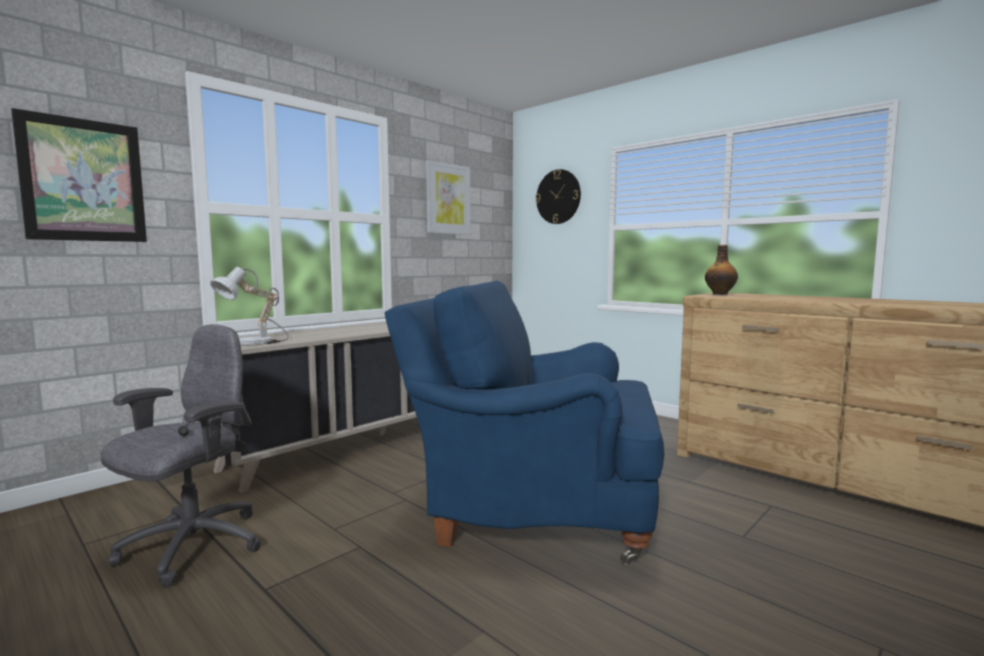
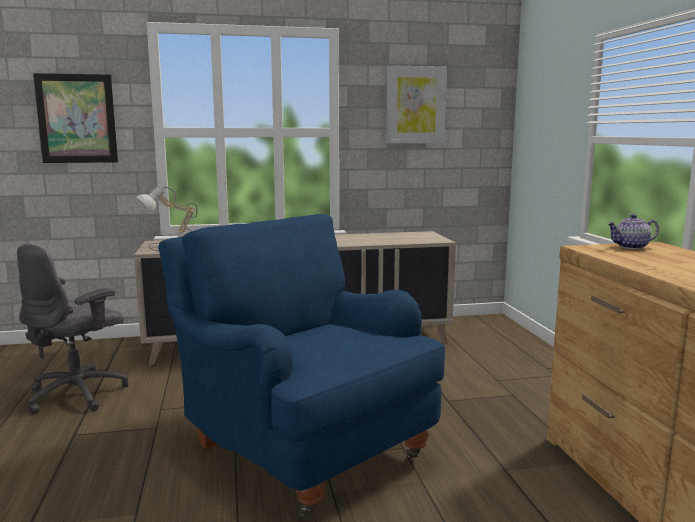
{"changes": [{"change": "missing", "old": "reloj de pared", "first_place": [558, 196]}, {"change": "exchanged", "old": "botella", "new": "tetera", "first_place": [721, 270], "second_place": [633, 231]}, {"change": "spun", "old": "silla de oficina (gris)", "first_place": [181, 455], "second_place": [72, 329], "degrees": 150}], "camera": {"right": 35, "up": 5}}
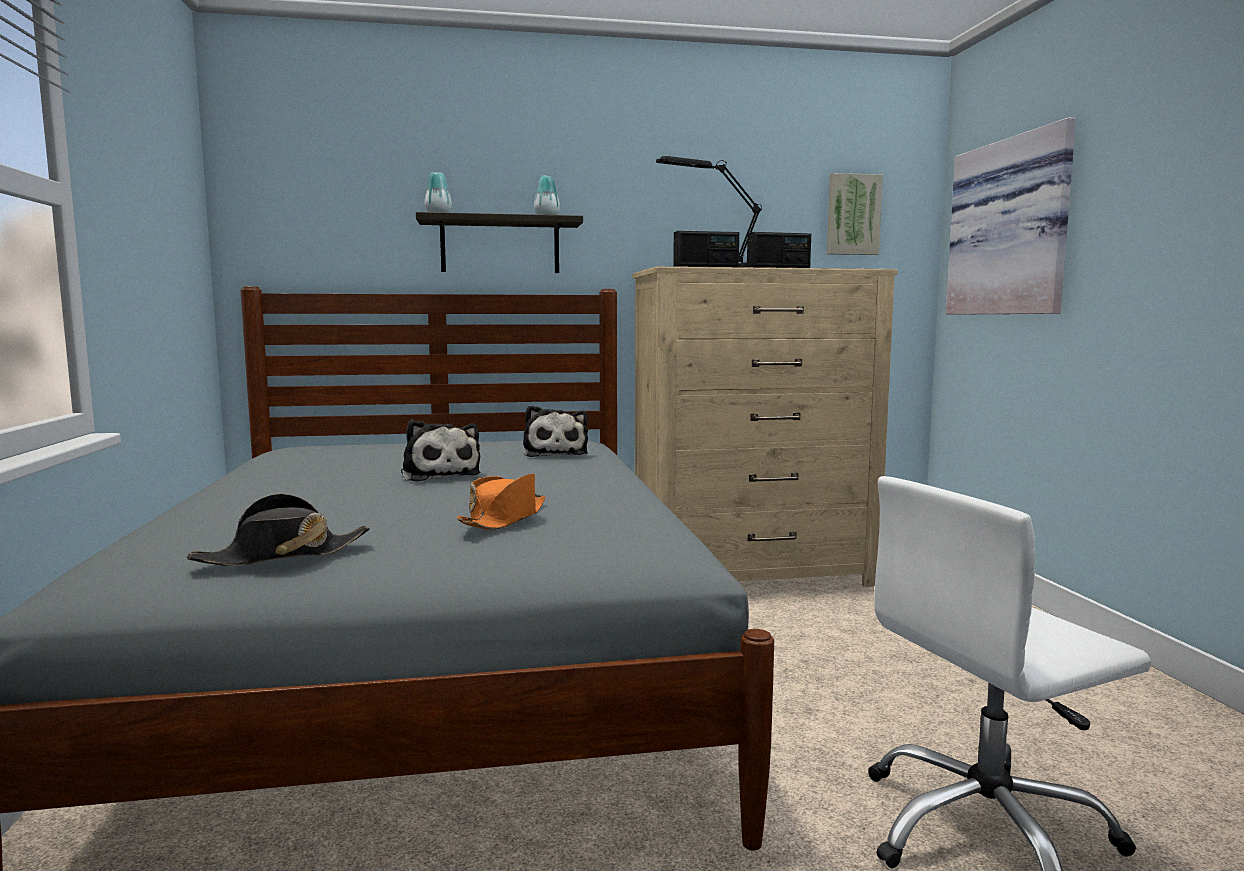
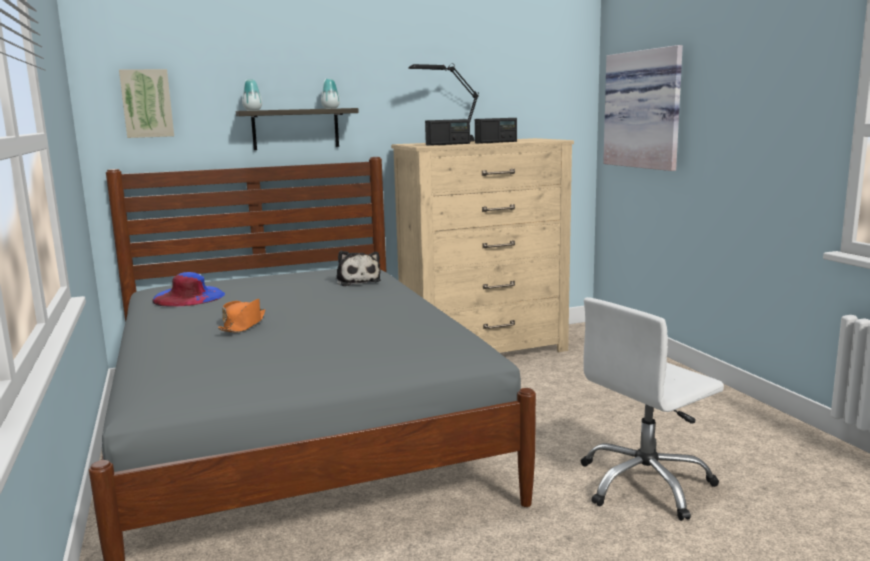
{"changes": [{"change": "missing", "old": "sombrero (negro)", "first_place": [278, 530]}, {"change": "missing", "old": "peluche", "first_place": [441, 451]}, {"change": "appeared", "new": "sombrero (azul)", "second_place": [188, 289]}, {"change": "relocated", "old": "sombrero (naranja)", "first_place": [501, 502], "second_place": [241, 316]}, {"change": "relocated", "old": "cuadro", "first_place": [855, 214], "second_place": [146, 103]}], "camera": {"right": -10, "up": 5}}
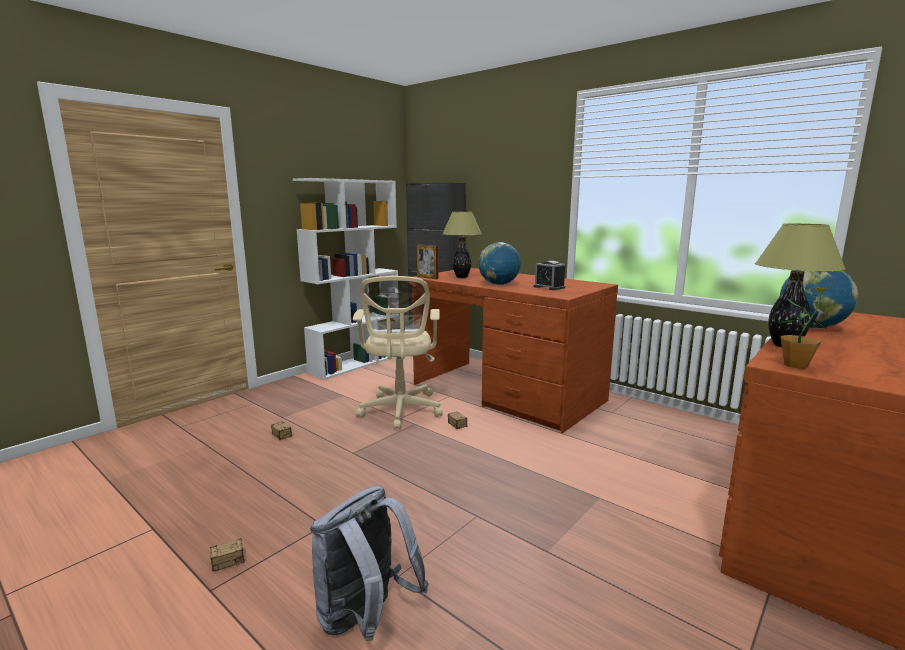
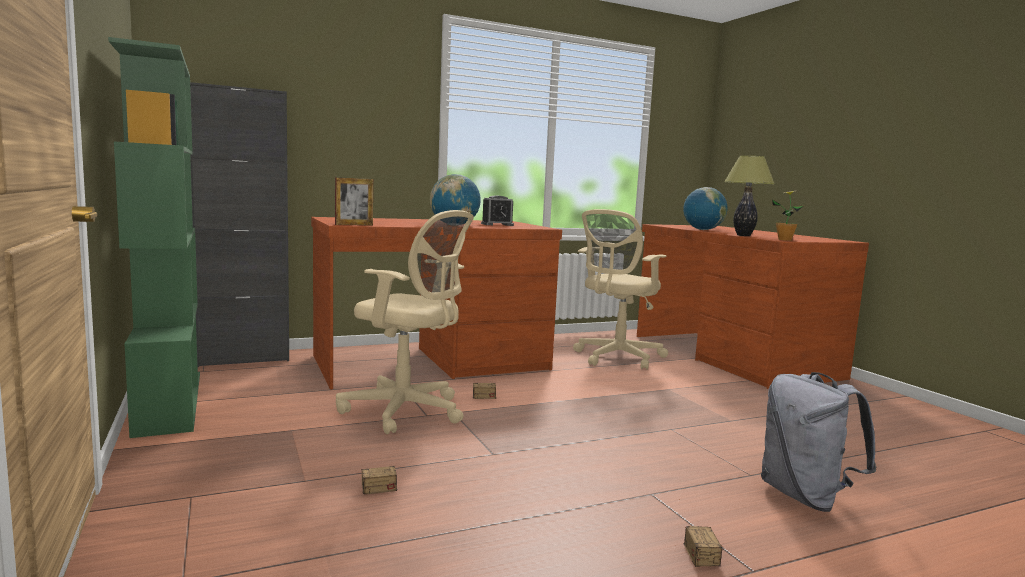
{"changes": [{"change": "missing", "old": "lámpara de mesa", "first_place": [462, 244]}, {"change": "appeared", "new": "silla de oficina (beis)", "second_place": [620, 289]}, {"change": "colour", "old": "estantería (blanco)", "new": "estantería (verde)", "first_place": [345, 279], "second_place": [154, 237]}], "camera": {"right": -65, "up": -5}}
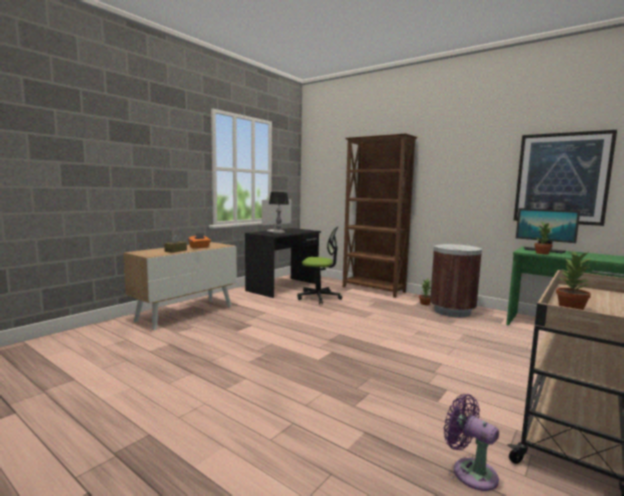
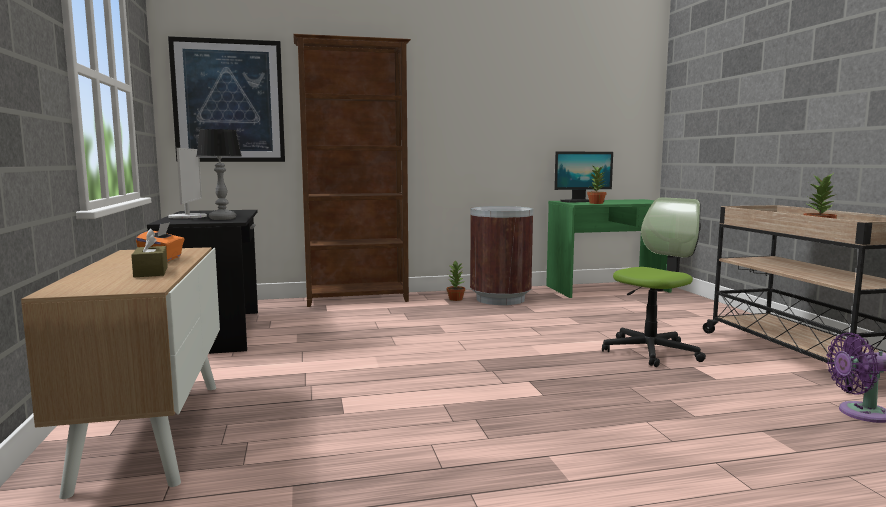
{"changes": [{"change": "relocated", "old": "silla de oficina", "first_place": [320, 265], "second_place": [654, 282]}, {"change": "relocated", "old": "cuadro", "first_place": [565, 178], "second_place": [226, 99]}], "camera": {"right": -50, "up": 0}}
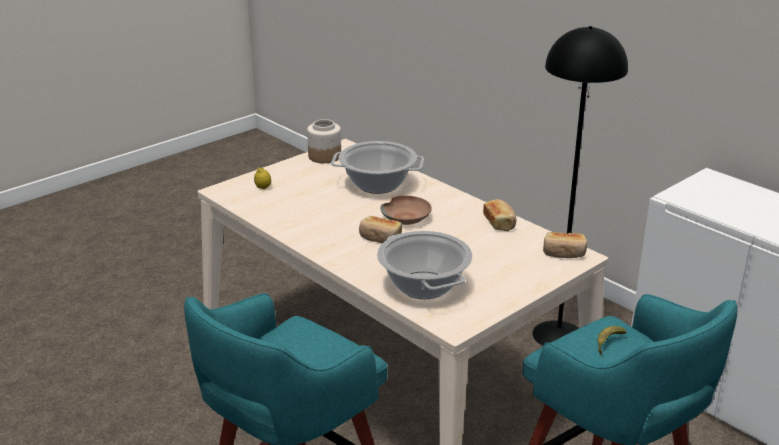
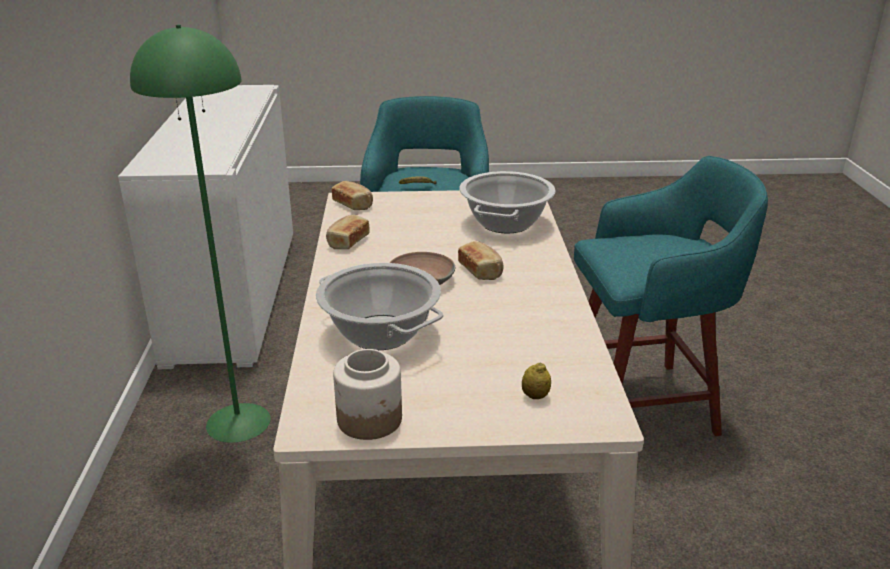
{"changes": [{"change": "colour", "old": "lámpara de pie (negro)", "new": "lámpara de pie (verde)", "first_place": [580, 186], "second_place": [200, 233]}], "camera": {"right": -140, "up": 0}}
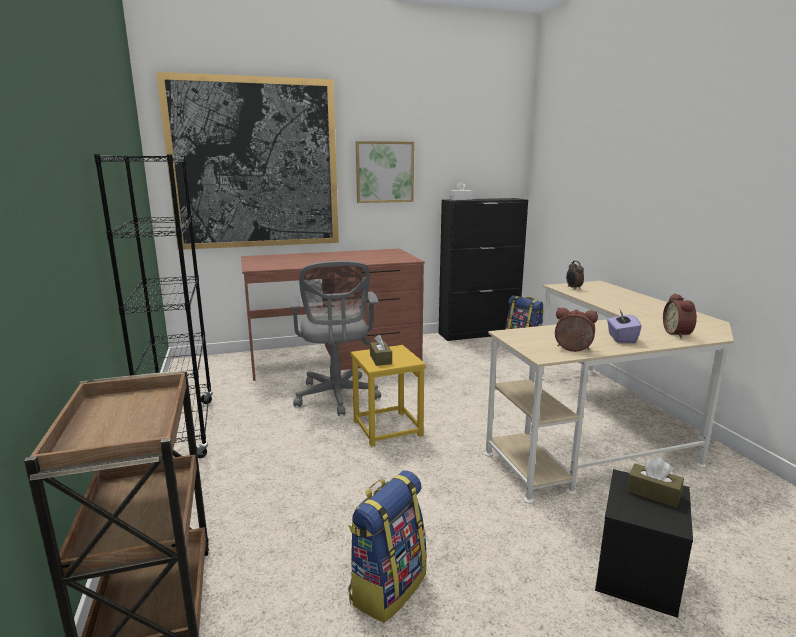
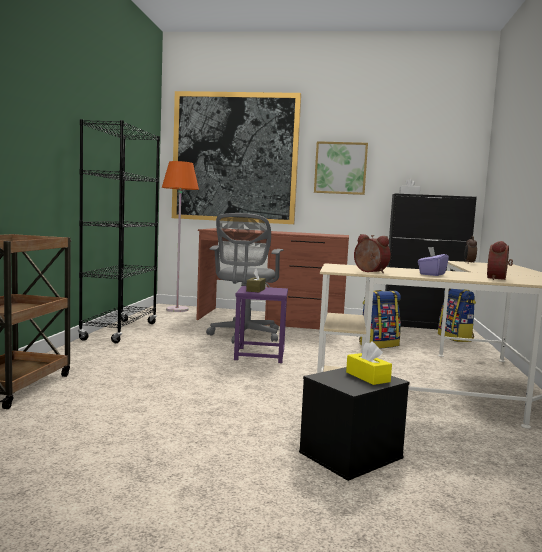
{"changes": [{"change": "appeared", "new": "lámpara de pie (naranja)", "second_place": [180, 236]}, {"change": "relocated", "old": "mochila", "first_place": [387, 546], "second_place": [380, 319]}, {"change": "colour", "old": "taburete (amarillo)", "new": "taburete (morado)", "first_place": [388, 396], "second_place": [261, 324]}, {"change": "colour", "old": "caja de pañuelos (marrón)", "new": "caja de pañuelos (amarillo)", "first_place": [655, 483], "second_place": [369, 363]}], "camera": {"right": 25, "up": -10}}
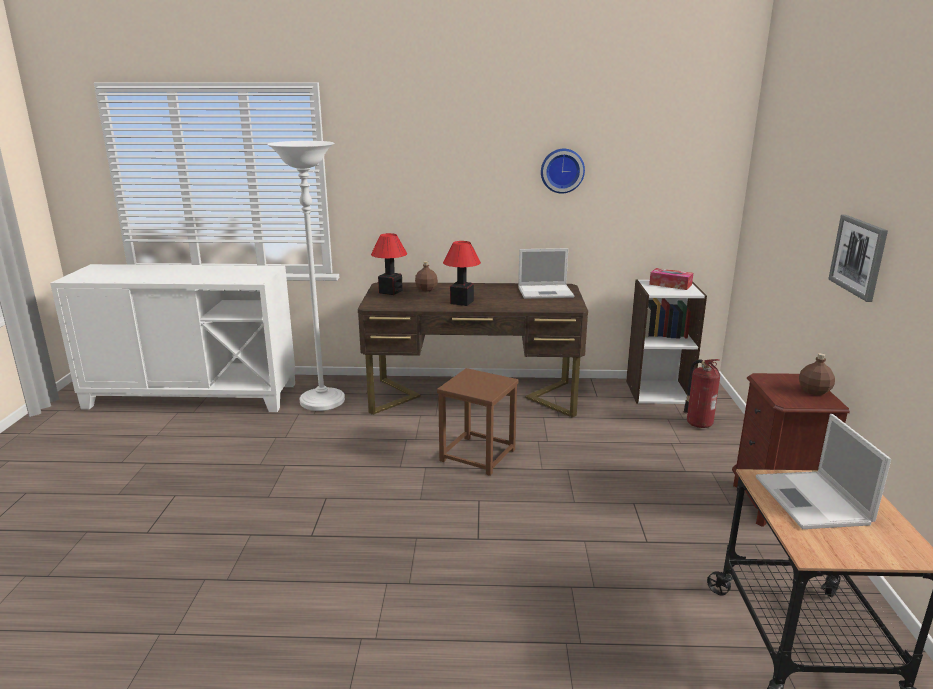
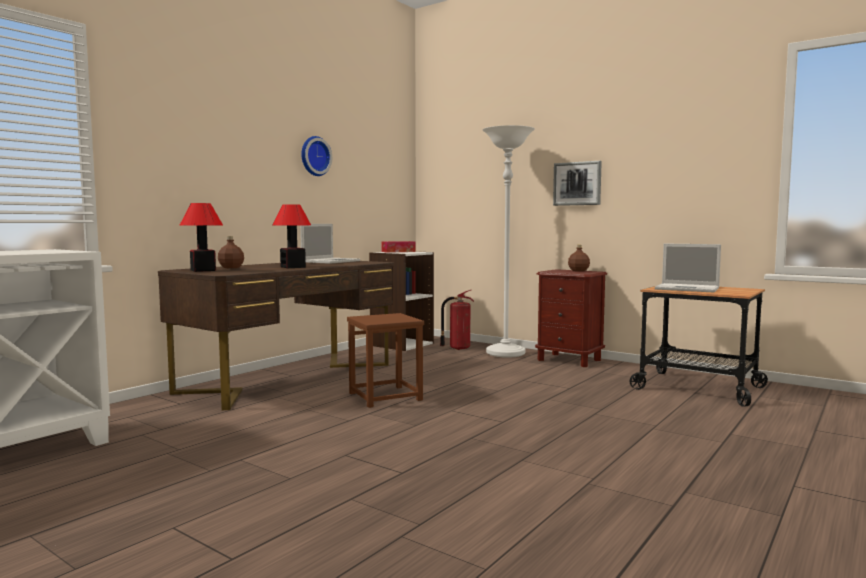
{"changes": [{"change": "relocated", "old": "lámpara de pie (blanco)", "first_place": [306, 276], "second_place": [509, 241]}], "camera": {"right": -55, "up": -15}}
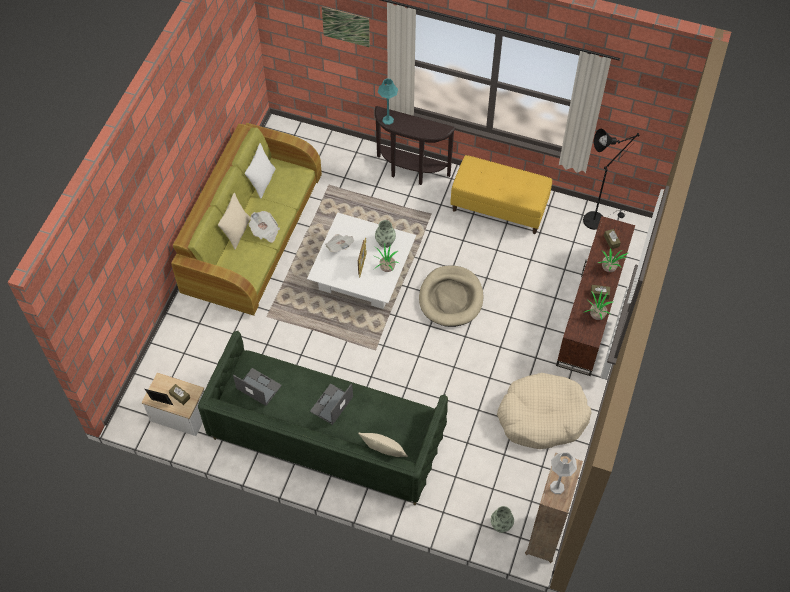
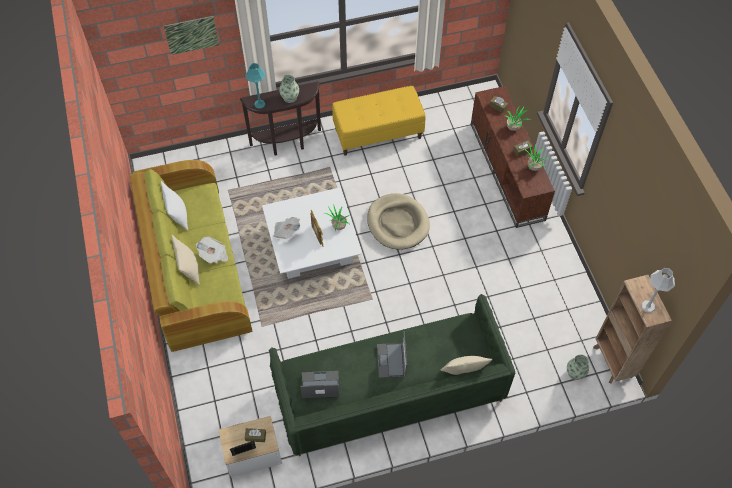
{"changes": [{"change": "missing", "old": "cama para perro (beis)", "first_place": [544, 411]}, {"change": "missing", "old": "lámpara de pie (negro)", "first_place": [611, 179]}, {"change": "relocated", "old": "florero", "first_place": [385, 234], "second_place": [289, 89]}], "camera": {"right": -35, "up": 0}}
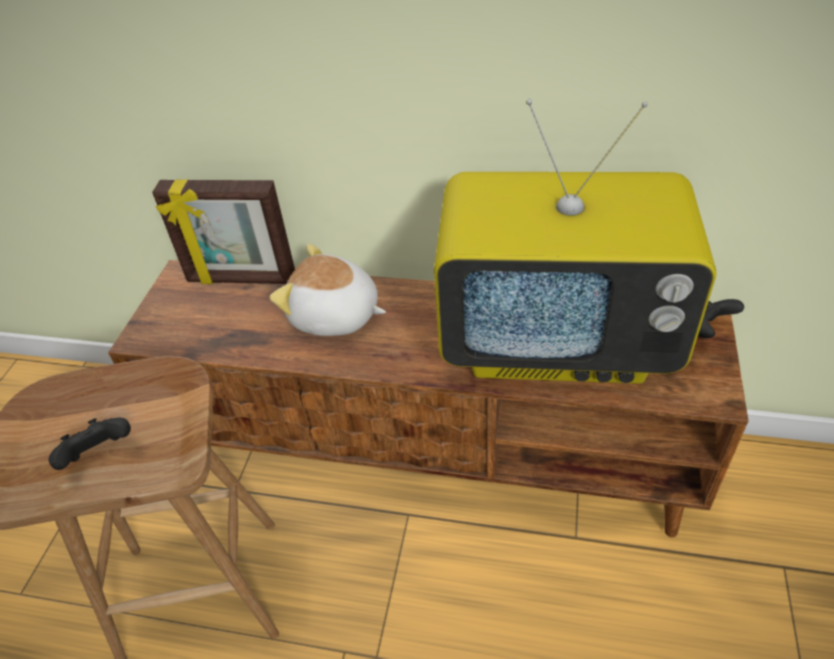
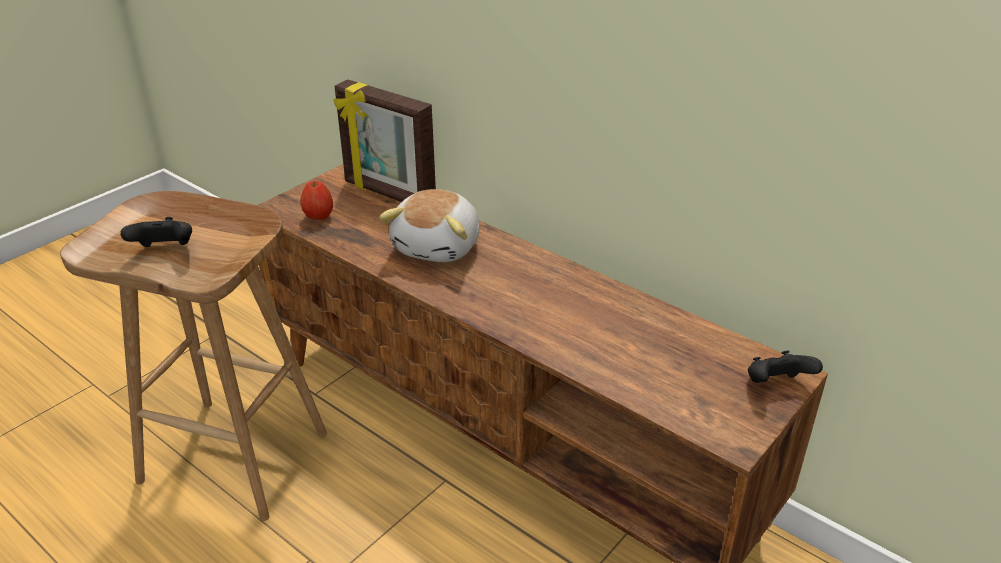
{"changes": [{"change": "missing", "old": "televisor", "first_place": [575, 241]}, {"change": "appeared", "new": "manzana", "second_place": [316, 200]}, {"change": "spun", "old": "peluche", "first_place": [328, 290], "second_place": [429, 225], "degrees": -120}], "camera": {"right": 25, "up": -10}}
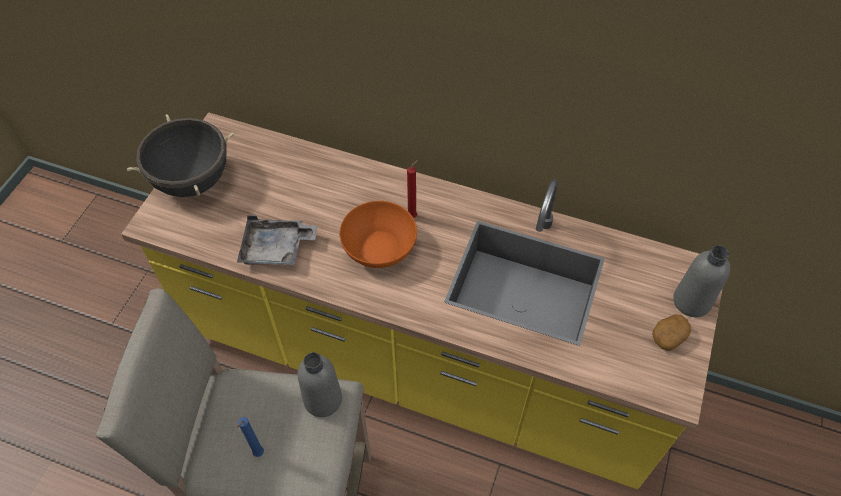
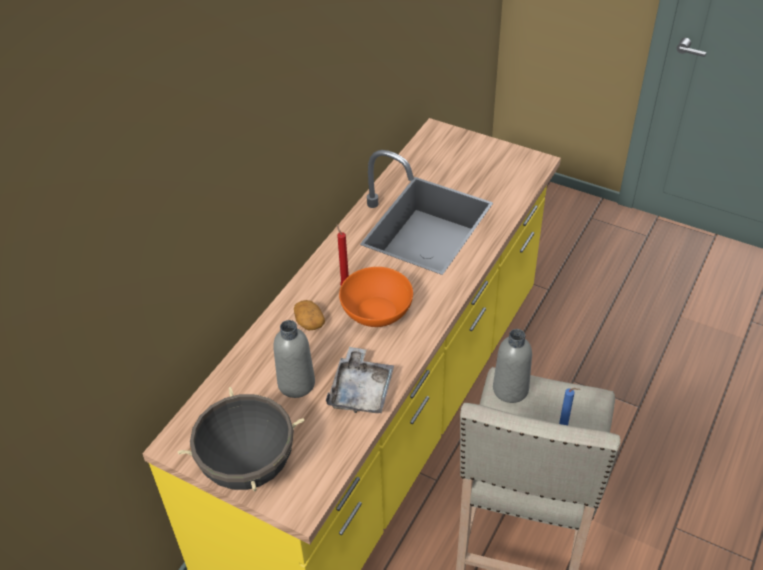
{"changes": [{"change": "relocated", "old": "patata", "first_place": [671, 332], "second_place": [309, 315]}, {"change": "relocated", "old": "botella (gris)", "first_place": [701, 281], "second_place": [294, 359]}], "camera": {"right": -80, "up": -10}}
